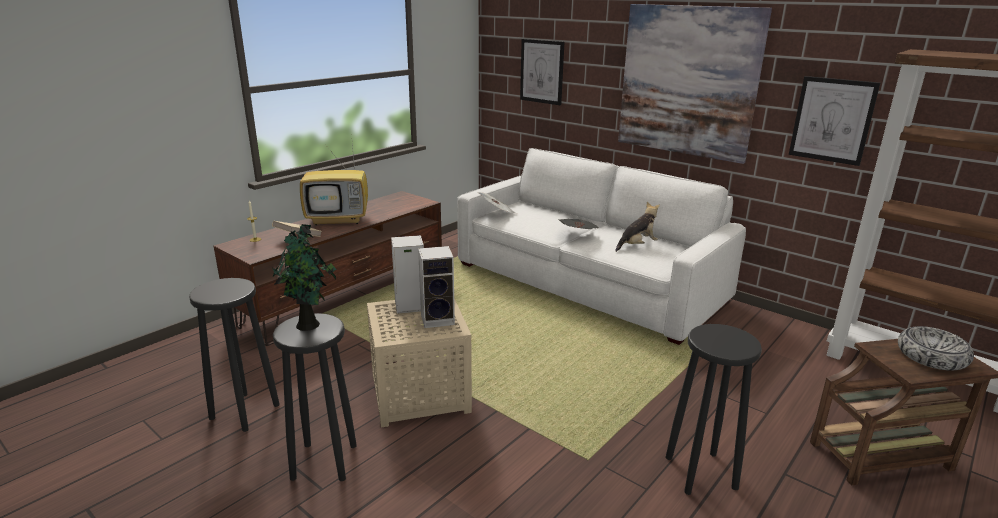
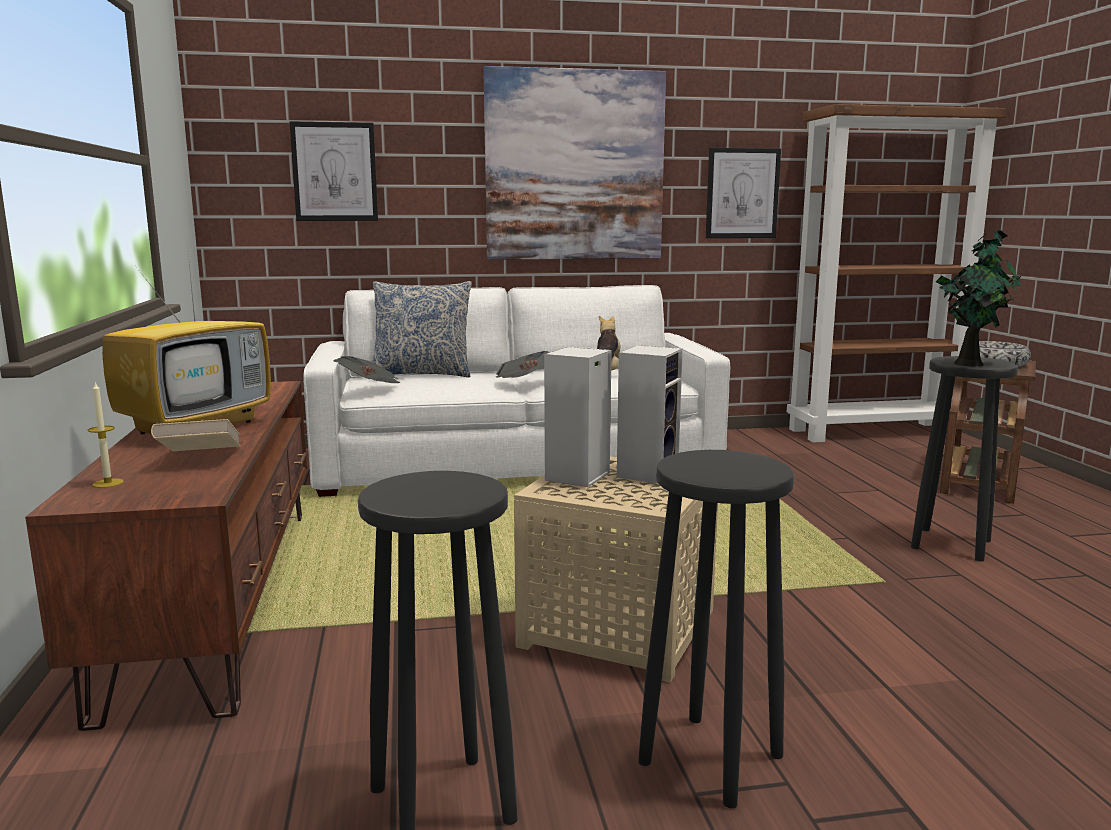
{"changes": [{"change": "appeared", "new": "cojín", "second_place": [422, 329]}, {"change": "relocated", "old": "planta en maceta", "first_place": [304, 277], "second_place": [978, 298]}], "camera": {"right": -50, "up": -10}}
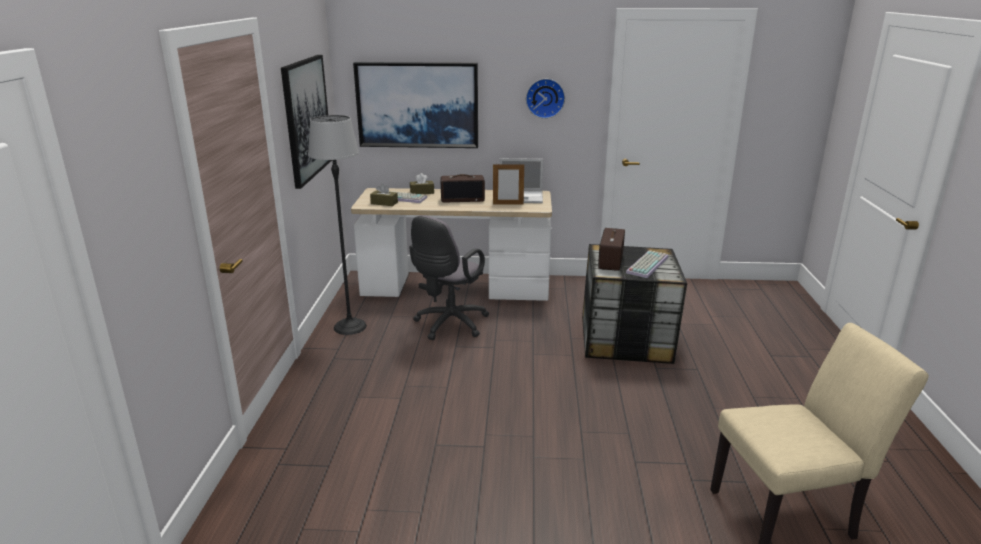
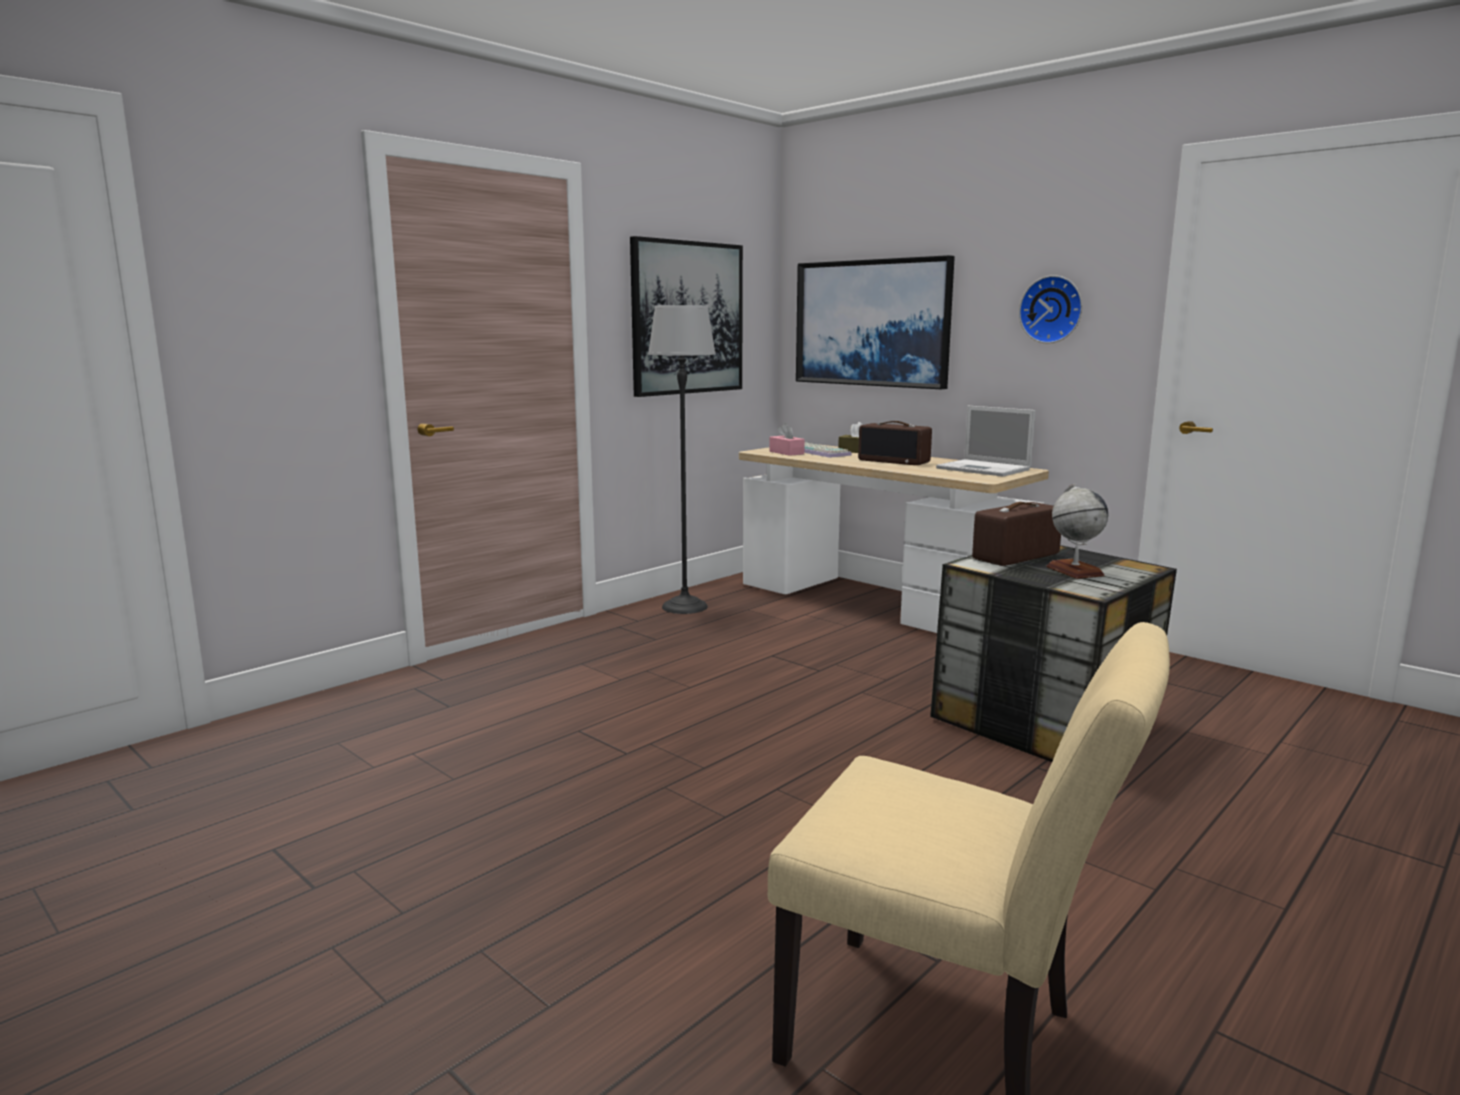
{"changes": [{"change": "missing", "old": "silla de oficina (gris)", "first_place": [449, 277]}, {"change": "missing", "old": "portarretratos", "first_place": [508, 184]}, {"change": "exchanged", "old": "teclado", "new": "globo terráqueo", "first_place": [647, 264], "second_place": [1077, 531]}, {"change": "colour", "old": "caja de pañuelos (marrón)", "new": "caja de pañuelos (rosa)", "first_place": [384, 195], "second_place": [787, 439]}], "camera": {"right": 40, "up": -10}}
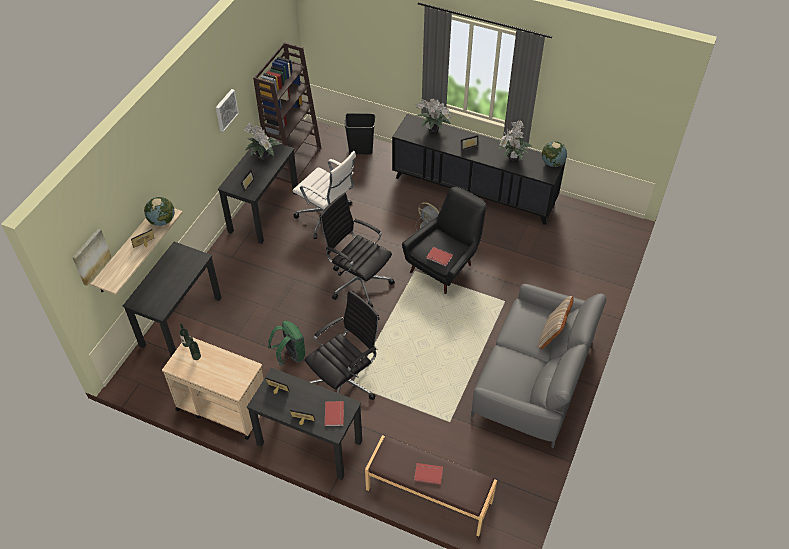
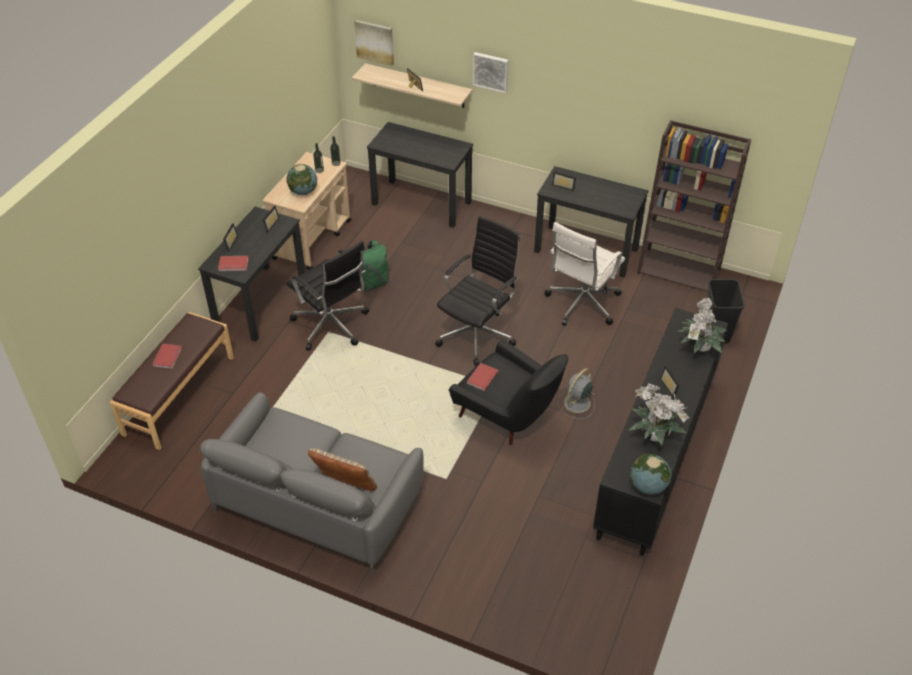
{"changes": [{"change": "missing", "old": "planta en maceta", "first_place": [263, 141]}, {"change": "relocated", "old": "globo terráqueo", "first_place": [159, 211], "second_place": [301, 179]}, {"change": "relocated", "old": "cuadro", "first_place": [227, 110], "second_place": [490, 72]}], "camera": {"right": 90, "up": -5}}
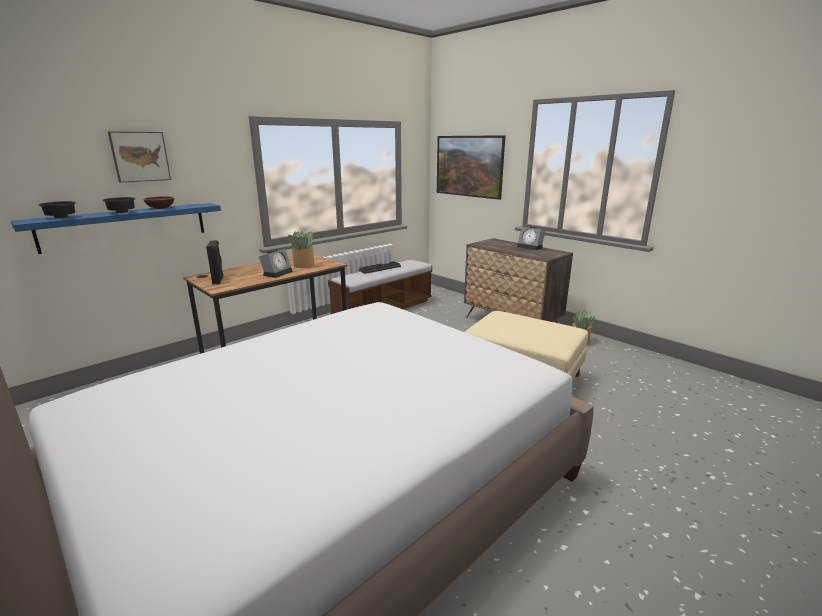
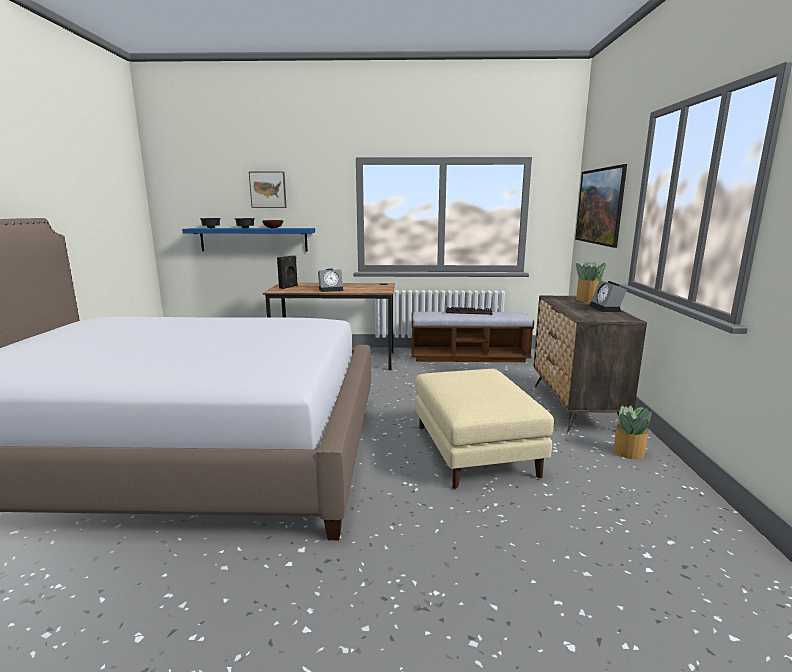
{"changes": [{"change": "relocated", "old": "planta en maceta", "first_place": [300, 249], "second_place": [591, 281]}], "camera": {"right": 45, "up": -5}}
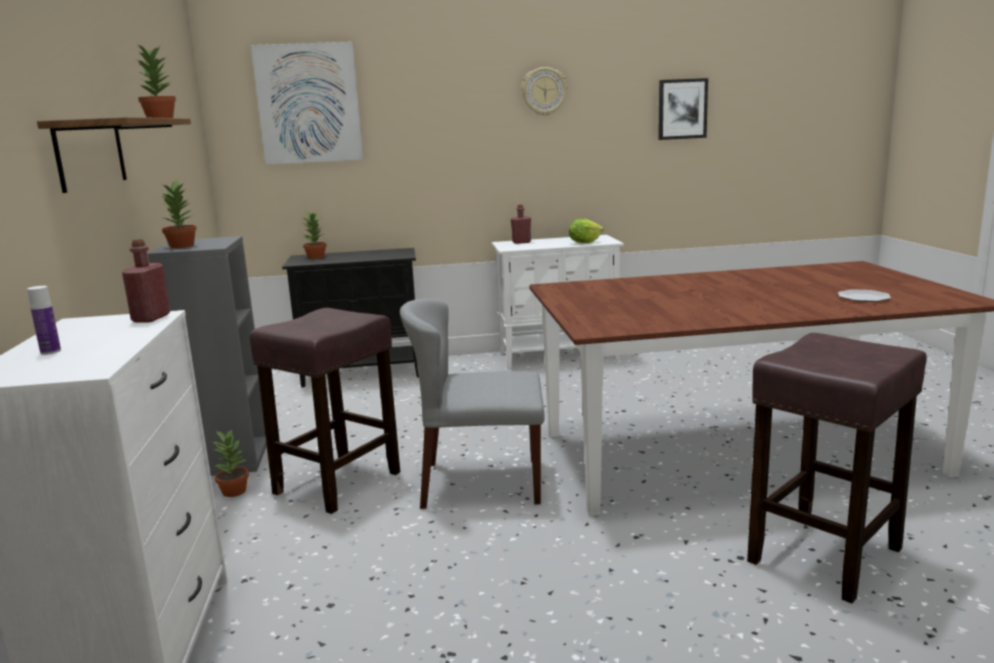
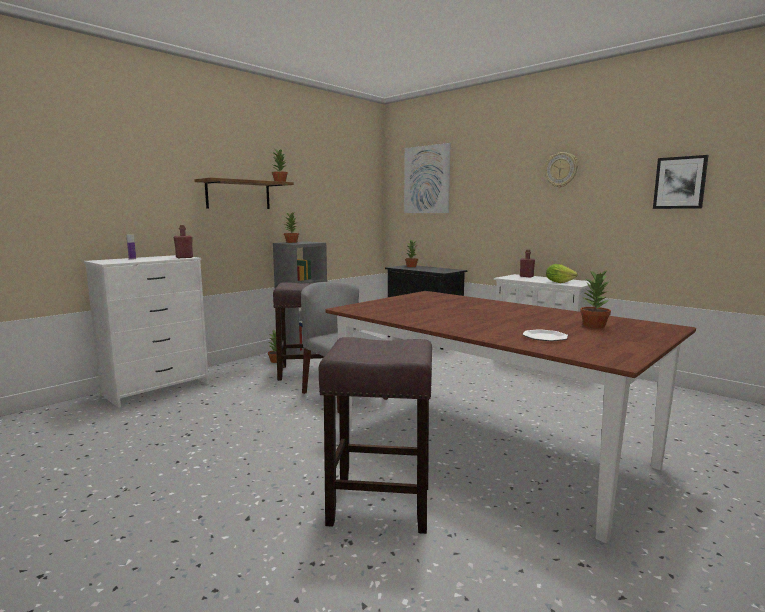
{"changes": [{"change": "appeared", "new": "planta en maceta", "second_place": [595, 299]}], "camera": {"right": 50, "up": -5}}
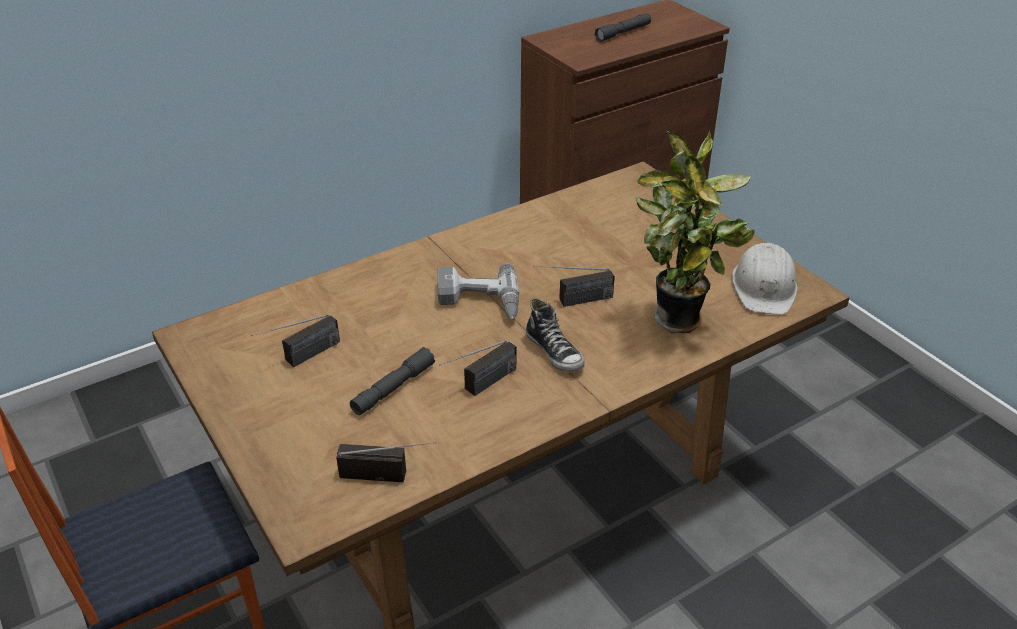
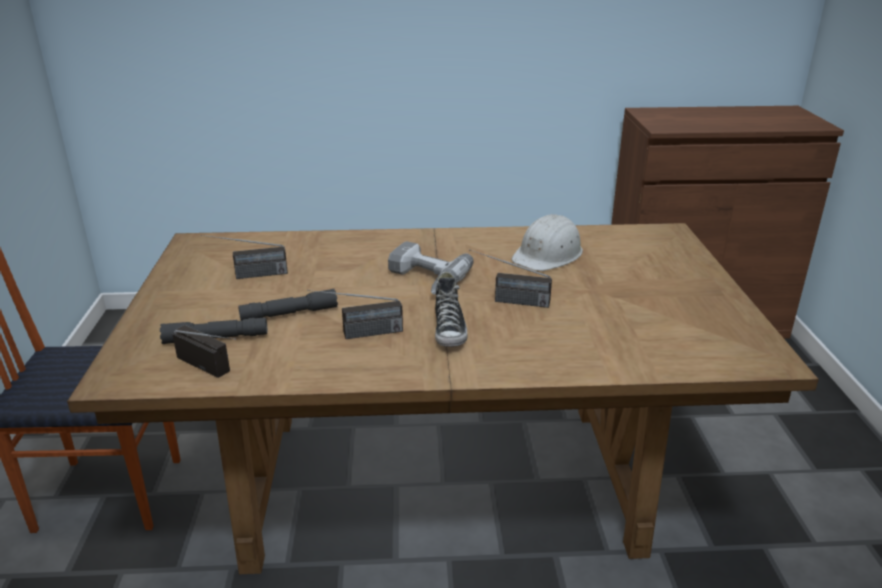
{"changes": [{"change": "missing", "old": "planta en maceta", "first_place": [695, 231]}, {"change": "relocated", "old": "linterna (gris)", "first_place": [623, 27], "second_place": [213, 331]}, {"change": "relocated", "old": "casco (blanco)", "first_place": [764, 279], "second_place": [547, 242]}], "camera": {"right": 30, "up": -10}}
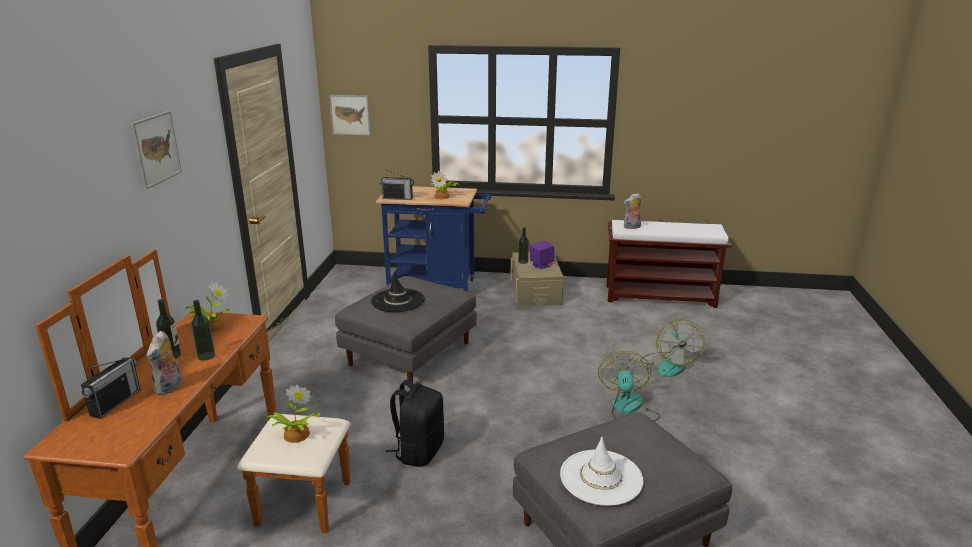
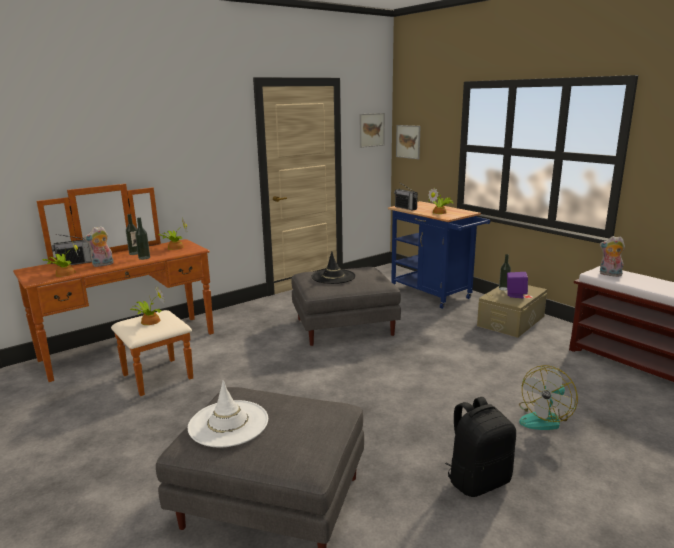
{"changes": [{"change": "missing", "old": "ventilador", "first_place": [629, 386]}, {"change": "appeared", "new": "planta en maceta", "second_place": [60, 259]}, {"change": "relocated", "old": "cuadro", "first_place": [156, 150], "second_place": [372, 130]}, {"change": "relocated", "old": "mochila (negro)", "first_place": [415, 423], "second_place": [480, 447]}], "camera": {"right": 45, "up": -5}}
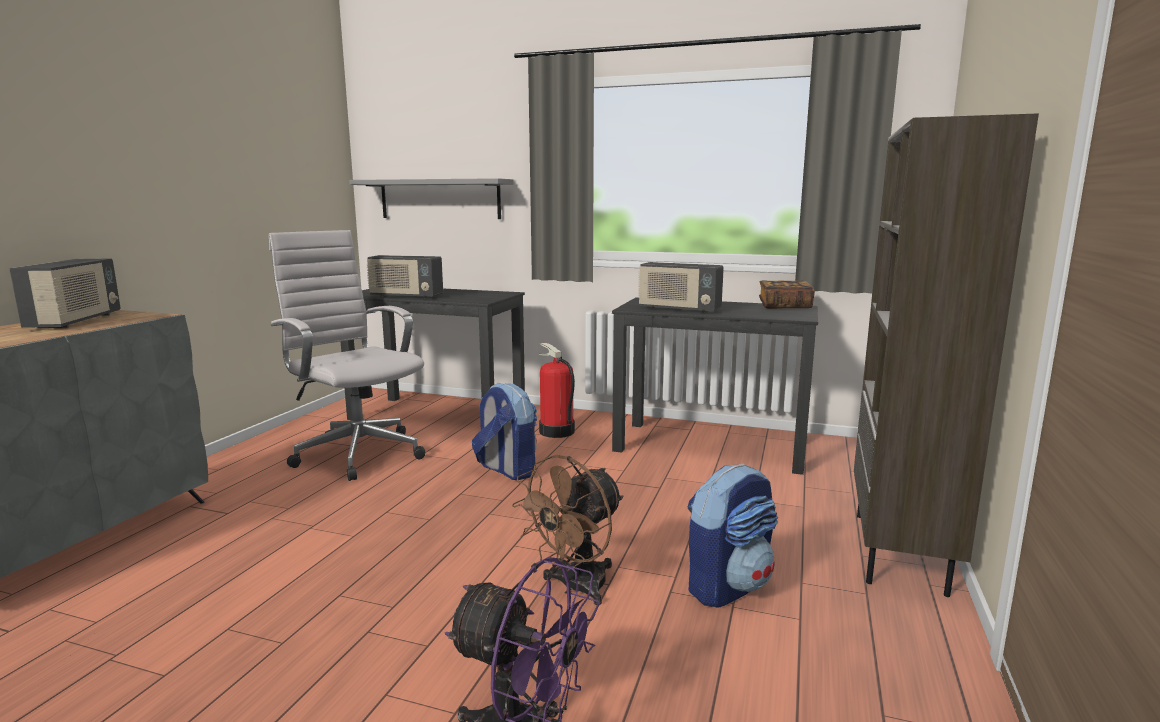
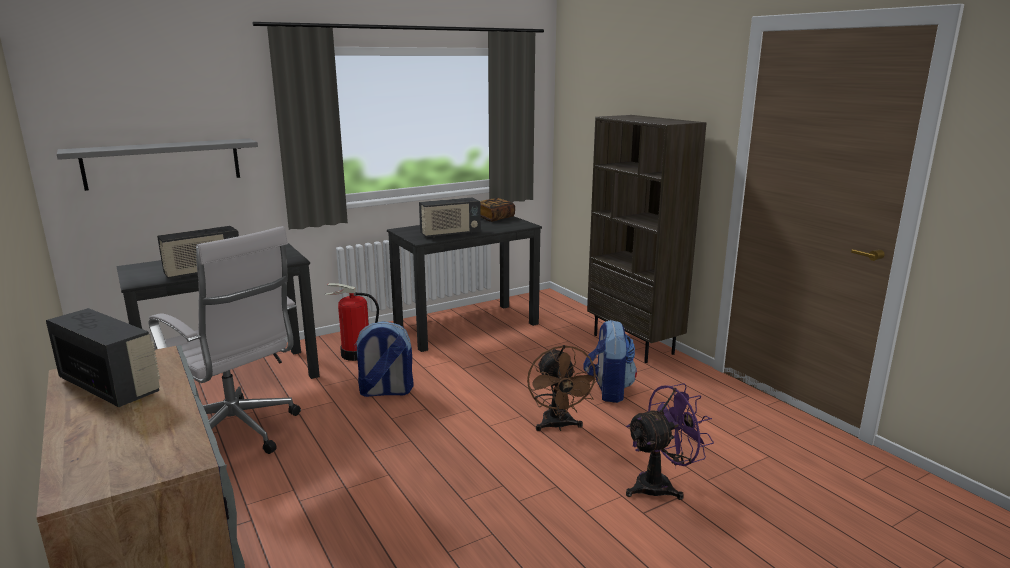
{"changes": [{"change": "spun", "old": "silla de oficina (blanco)", "first_place": [347, 355], "second_place": [224, 340], "degrees": -135}], "camera": {"right": -50, "up": 5}}
